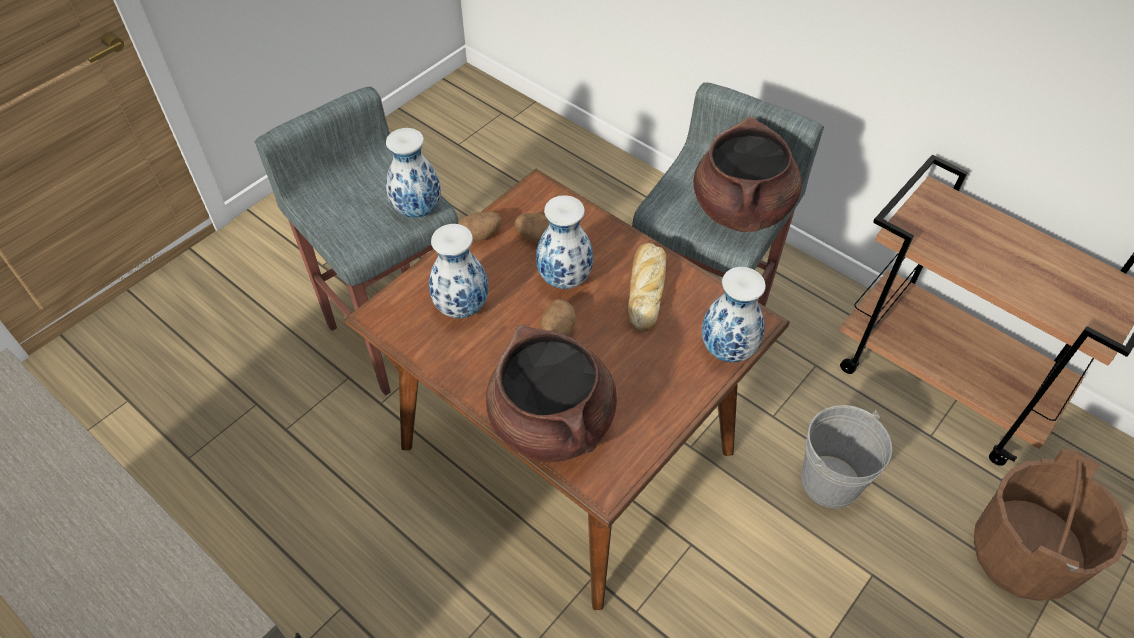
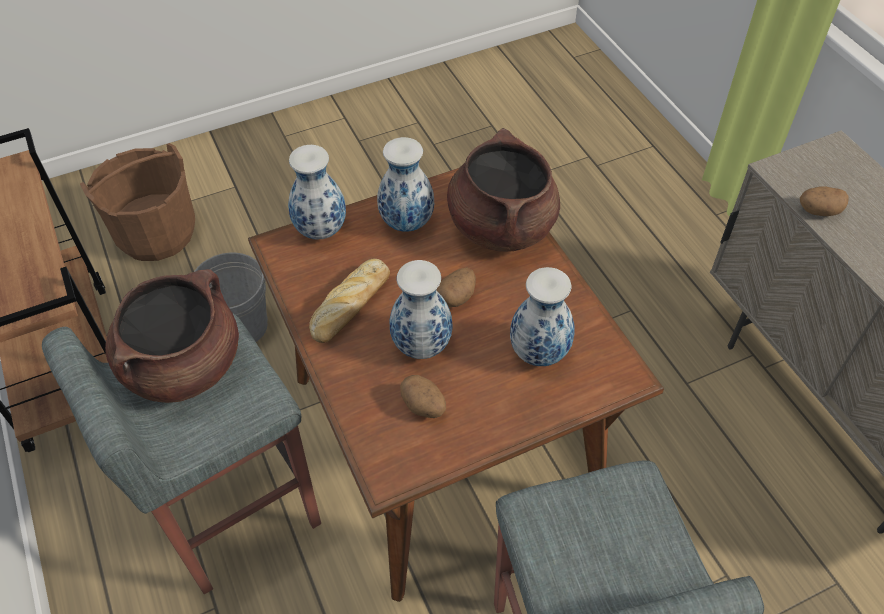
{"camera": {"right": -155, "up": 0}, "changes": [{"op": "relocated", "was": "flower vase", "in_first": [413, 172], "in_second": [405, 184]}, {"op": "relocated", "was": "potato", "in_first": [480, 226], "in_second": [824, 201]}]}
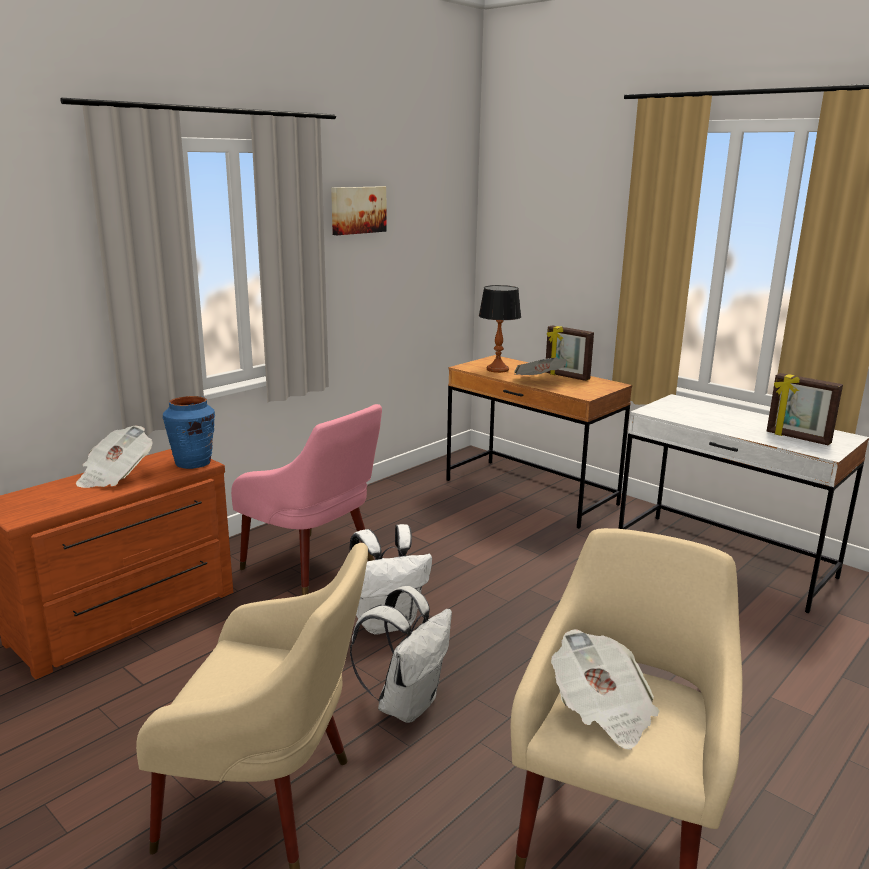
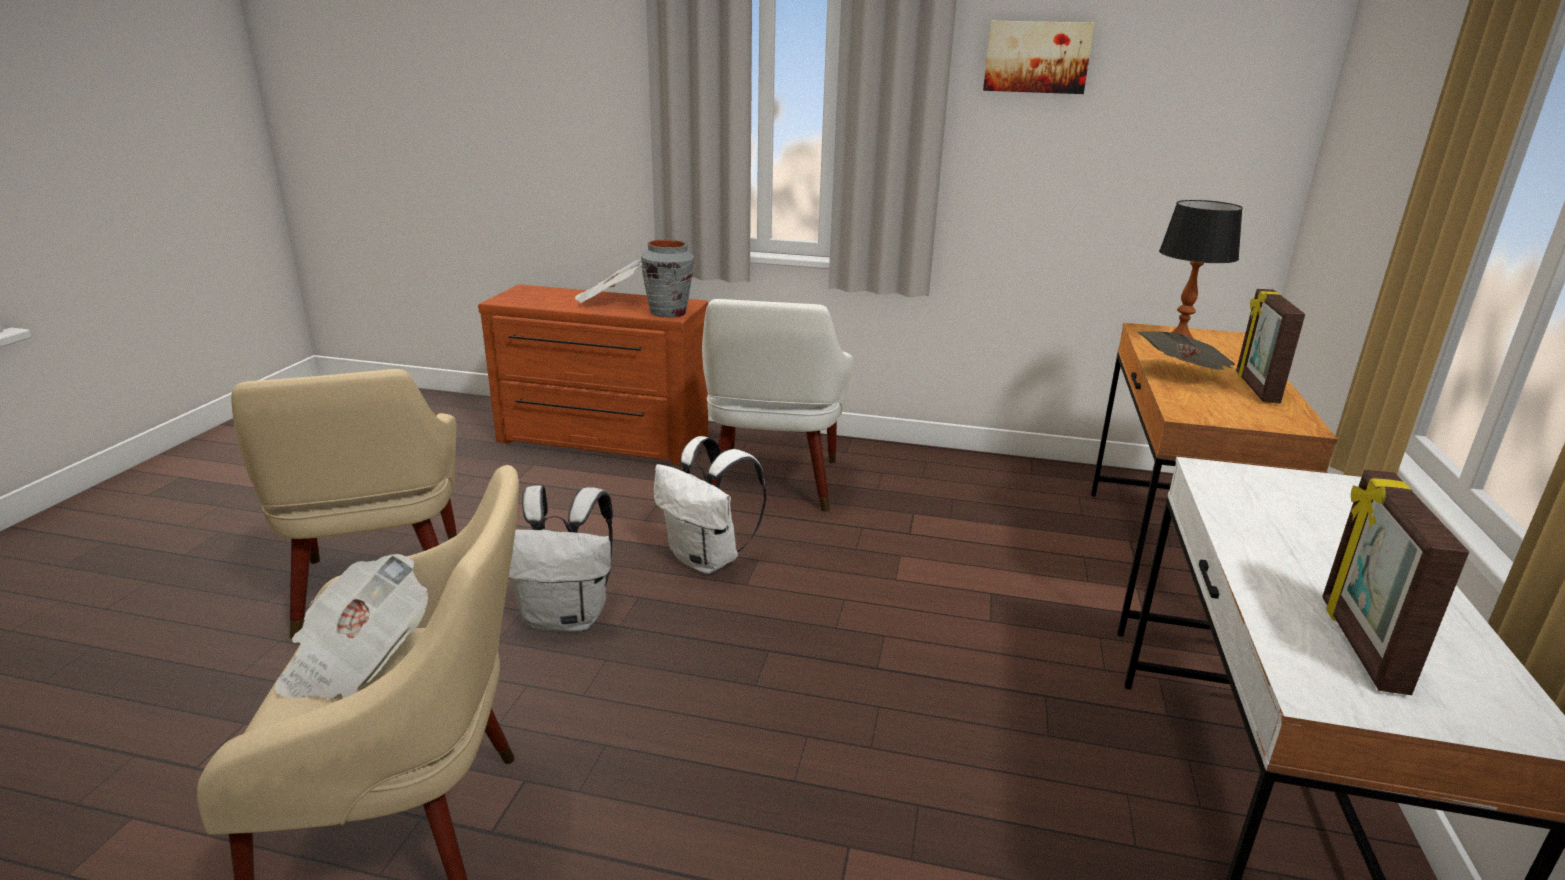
{"camera": {"right": 60, "up": 5}, "changes": [{"op": "colour", "was": "blue-coloured flower vase", "now": "gray flower vase", "in_first": [189, 432], "in_second": [667, 278]}, {"op": "colour", "was": "pinkish easy chair", "now": "white easy chair", "in_first": [306, 499], "in_second": [777, 405]}]}
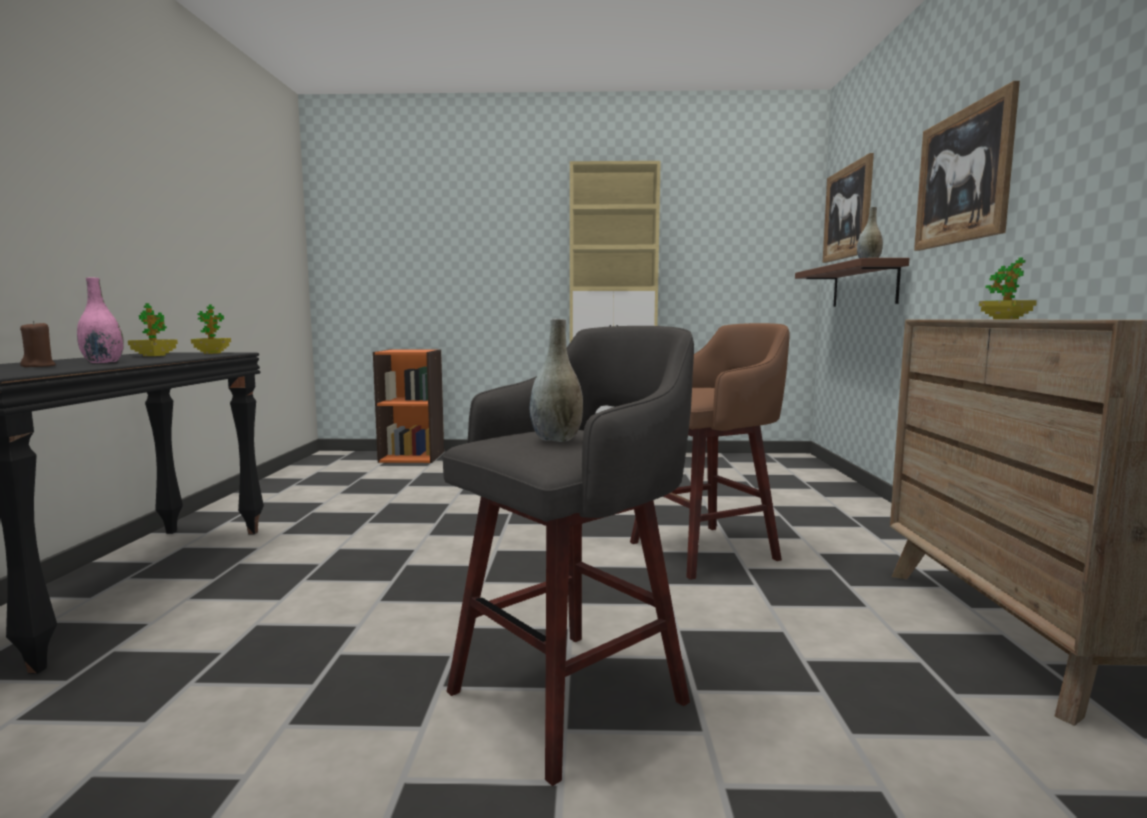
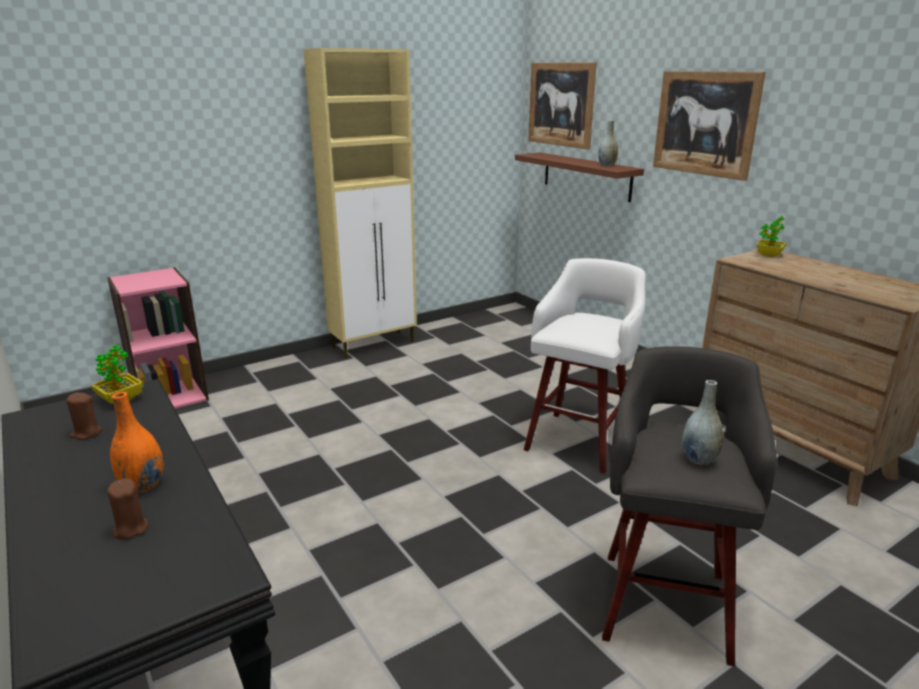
{"camera": {"right": -35, "up": 15}, "changes": [{"op": "colour", "was": "pinkish flower vase", "now": "orange flower vase", "in_first": [100, 320], "in_second": [137, 442]}, {"op": "exchanged", "was": "plant in a pot", "now": "brownish wax candle", "in_first": [153, 329], "in_second": [84, 416]}, {"op": "colour", "was": "orange shelving unit", "now": "pinkish shelving unit", "in_first": [408, 406], "in_second": [158, 337]}, {"op": "colour", "was": "brownish sitting stool", "now": "white sitting stool", "in_first": [710, 451], "in_second": [585, 366]}]}
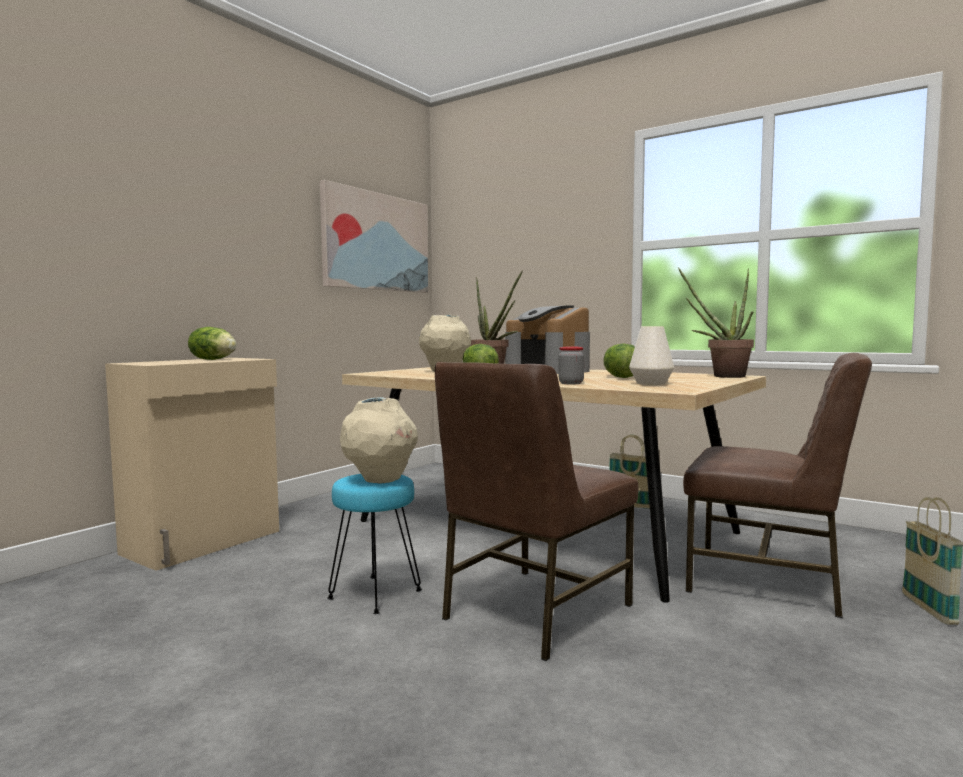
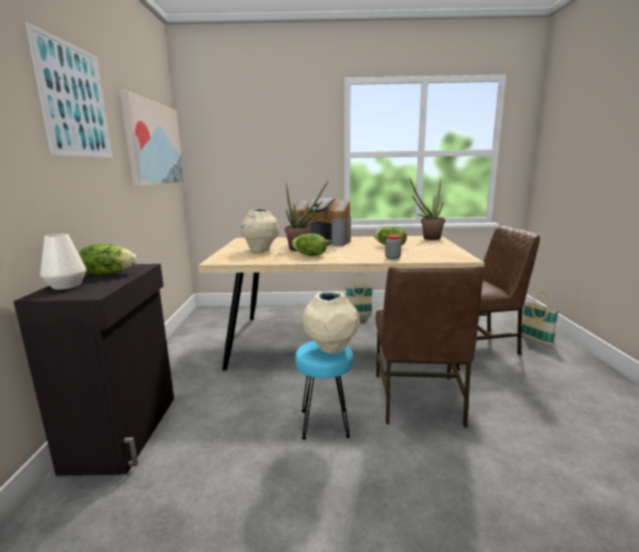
{"camera": {"right": -35, "up": 10}, "changes": [{"op": "colour", "was": "beige cabinet", "now": "black cabinet", "in_first": [192, 464], "in_second": [93, 370]}, {"op": "relocated", "was": "white flower vase", "in_first": [651, 355], "in_second": [63, 262]}, {"op": "appeared", "now": "picture", "in_second": [69, 90]}]}
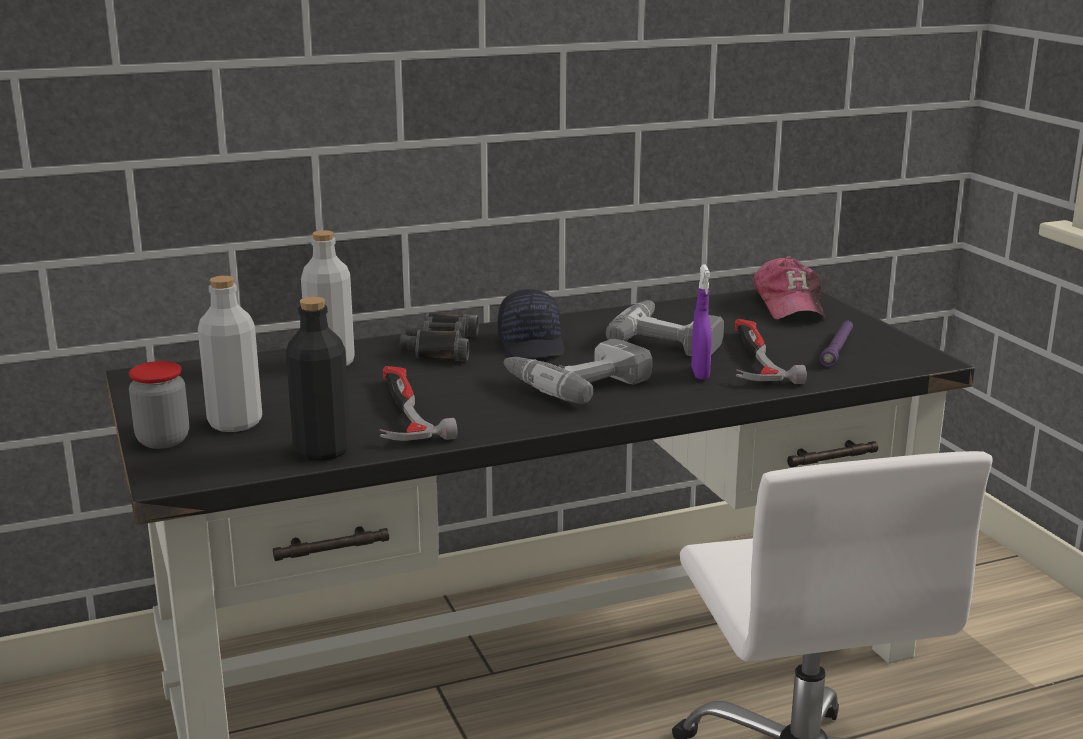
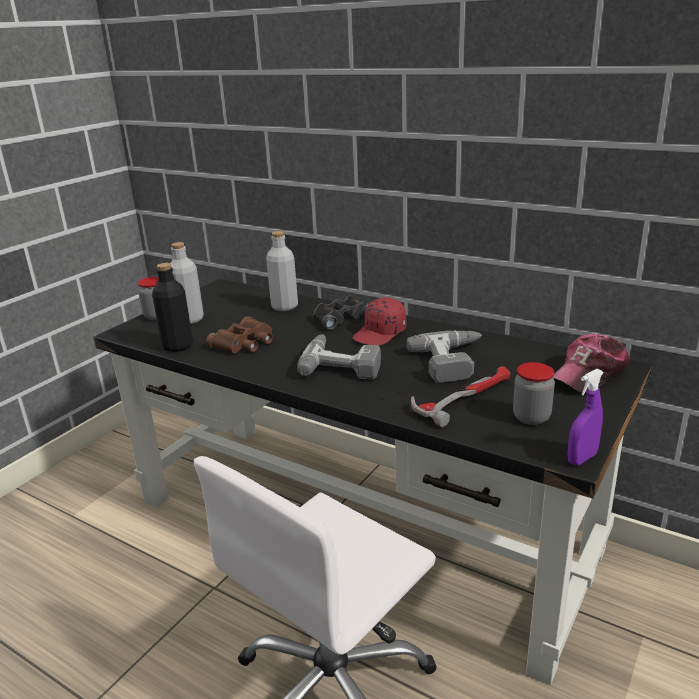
{"camera": {"right": 55, "up": 5}, "changes": [{"op": "exchanged", "was": "hand hammer", "now": "brownish binoculars", "in_first": [418, 403], "in_second": [239, 334]}, {"op": "colour", "was": "black peaked cap", "now": "red peaked cap", "in_first": [531, 323], "in_second": [379, 321]}, {"op": "relocated", "was": "purplish sprayer", "in_first": [701, 322], "in_second": [585, 417]}, {"op": "exchanged", "was": "purplish torch", "now": "storage jar", "in_first": [836, 344], "in_second": [534, 393]}]}
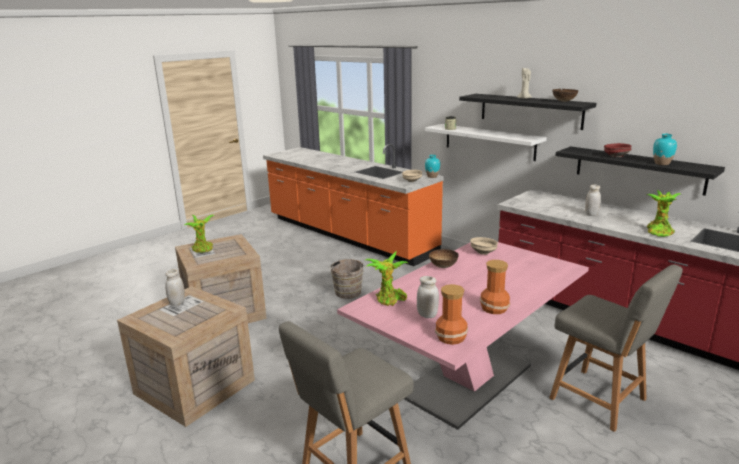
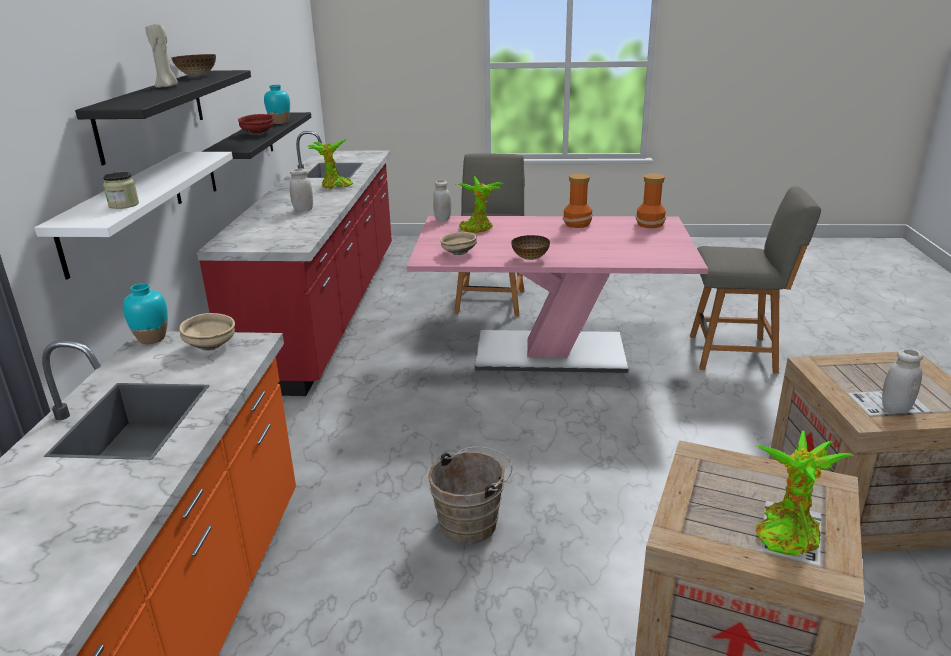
{"camera": {"right": -130, "up": 5}, "changes": [{"op": "relocated", "was": "plant in a pot", "in_first": [386, 278], "in_second": [480, 204]}, {"op": "relocated", "was": "white storage jar", "in_first": [428, 297], "in_second": [442, 200]}]}
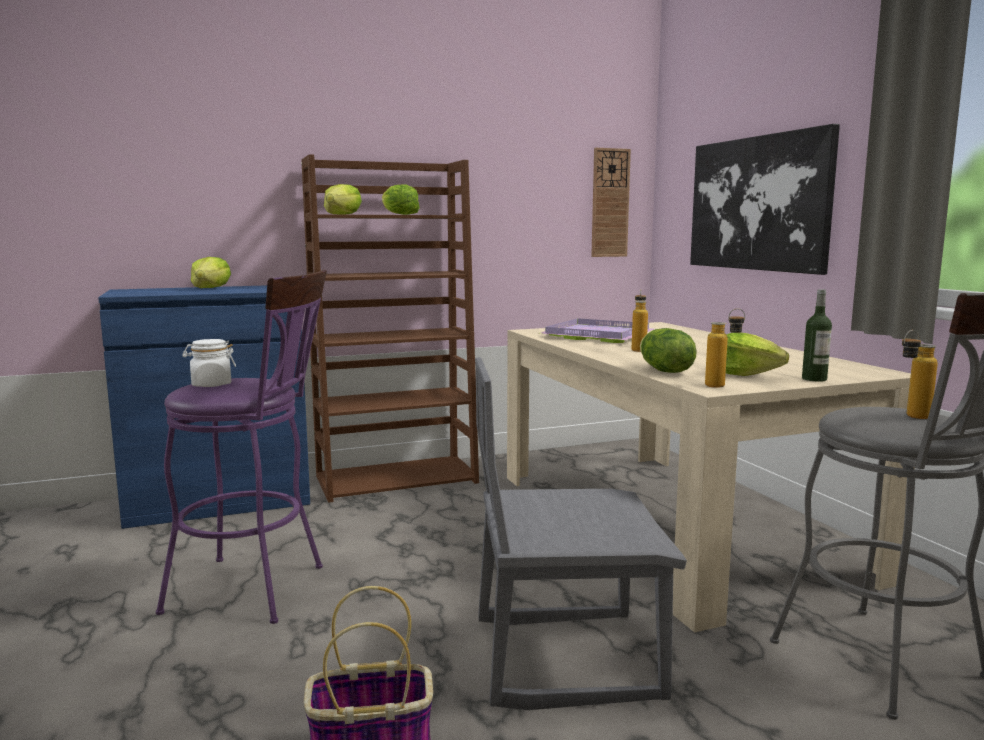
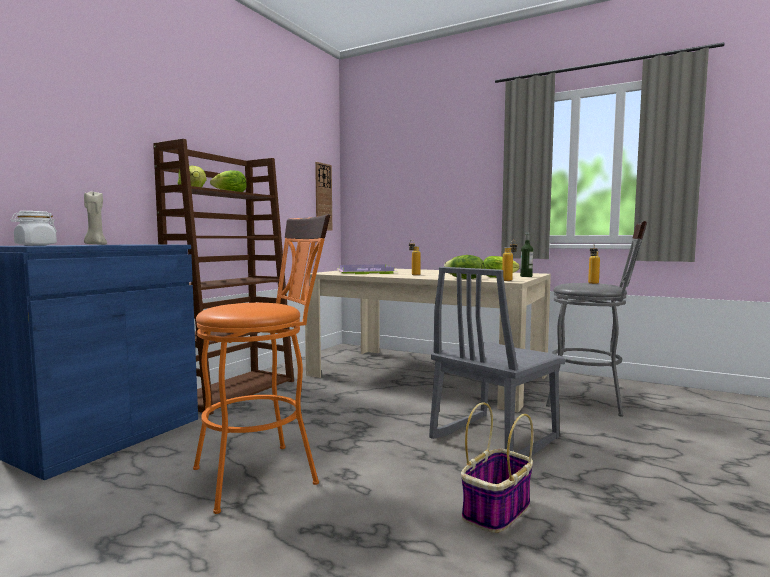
{"camera": {"right": -40, "up": -5}, "changes": [{"op": "colour", "was": "purplish sitting stool", "now": "orange sitting stool", "in_first": [241, 447], "in_second": [261, 364]}, {"op": "relocated", "was": "white storage jar", "in_first": [209, 363], "in_second": [34, 228]}, {"op": "exchanged", "was": "lettuce head", "now": "beige wax candle", "in_first": [211, 272], "in_second": [95, 218]}, {"op": "missing", "was": "picture", "in_first": [765, 199]}]}
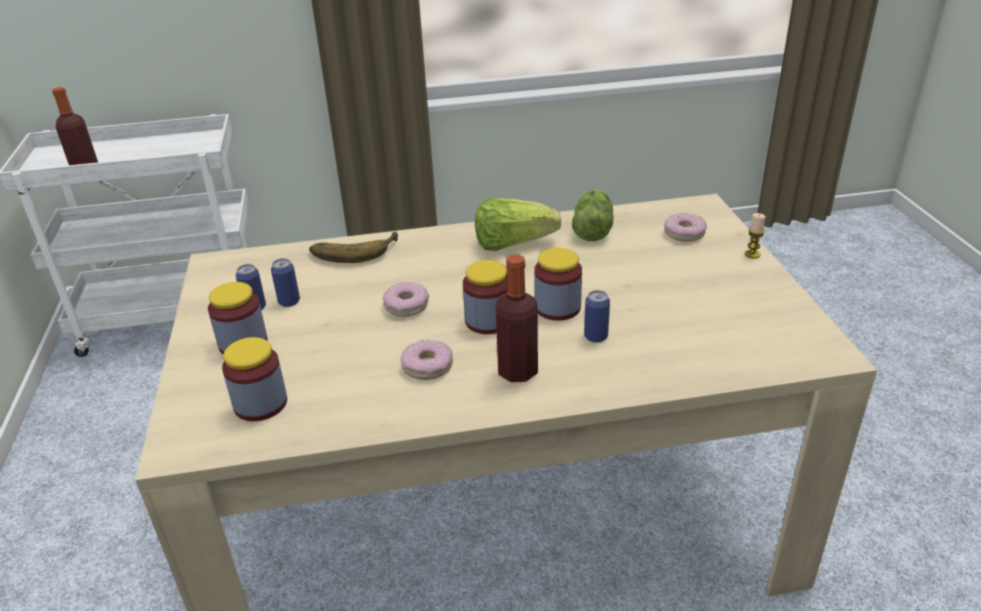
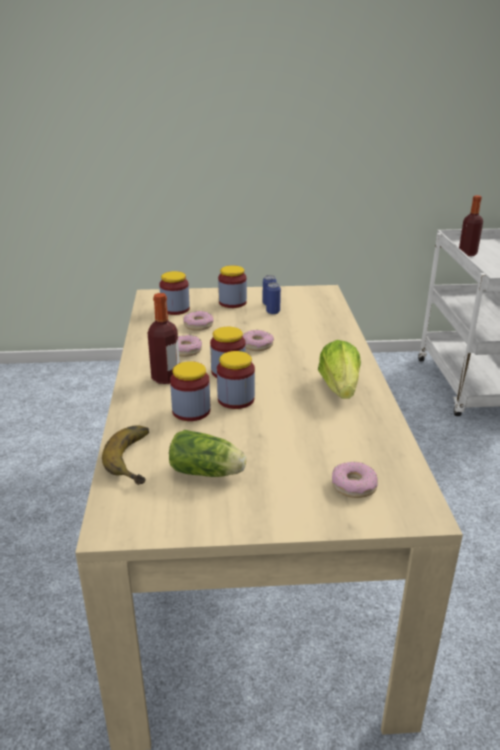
{"camera": {"right": 95, "up": -5}, "changes": [{"op": "relocated", "was": "banana fruit", "in_first": [353, 247], "in_second": [125, 455]}, {"op": "relocated", "was": "lettuce head", "in_first": [593, 215], "in_second": [207, 453]}, {"op": "exchanged", "was": "metal can", "now": "storage jar", "in_first": [597, 316], "in_second": [190, 391]}, {"op": "missing", "was": "wax candle", "in_first": [755, 236]}, {"op": "appeared", "now": "ring doughnut", "in_second": [198, 321]}]}
